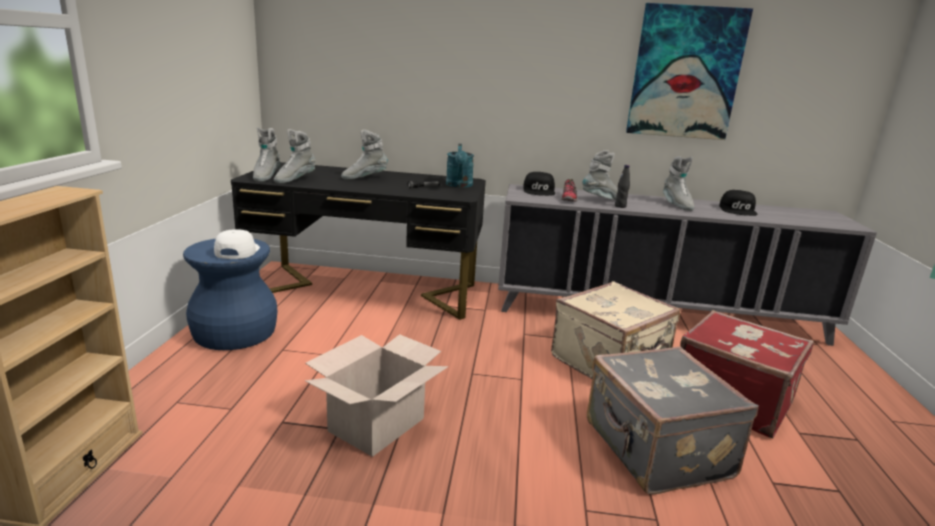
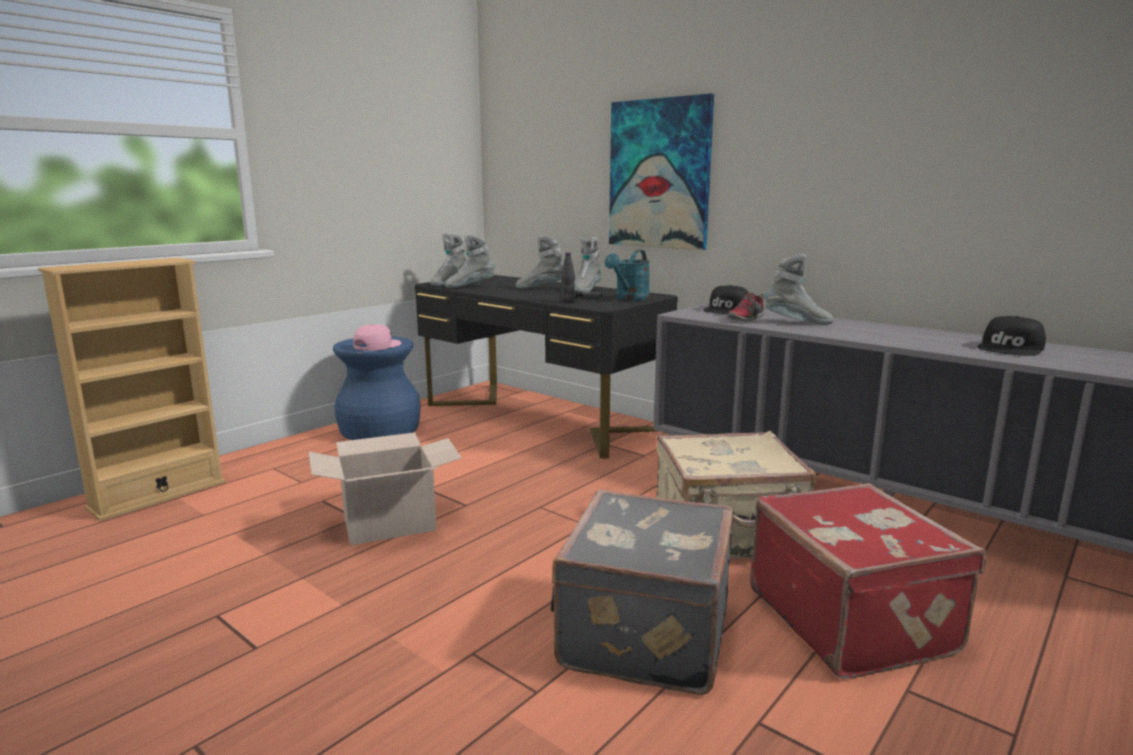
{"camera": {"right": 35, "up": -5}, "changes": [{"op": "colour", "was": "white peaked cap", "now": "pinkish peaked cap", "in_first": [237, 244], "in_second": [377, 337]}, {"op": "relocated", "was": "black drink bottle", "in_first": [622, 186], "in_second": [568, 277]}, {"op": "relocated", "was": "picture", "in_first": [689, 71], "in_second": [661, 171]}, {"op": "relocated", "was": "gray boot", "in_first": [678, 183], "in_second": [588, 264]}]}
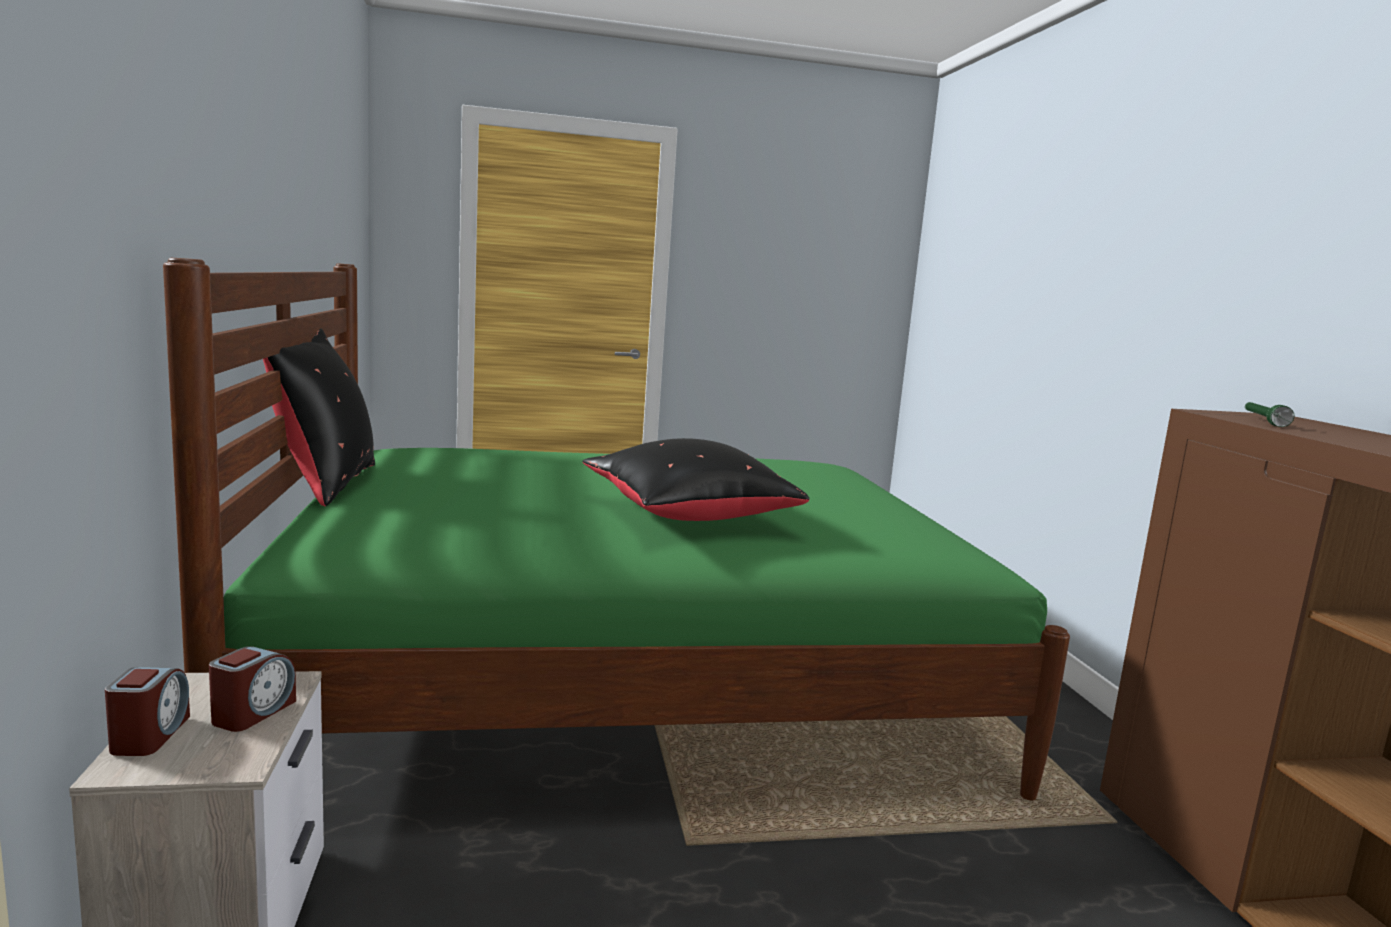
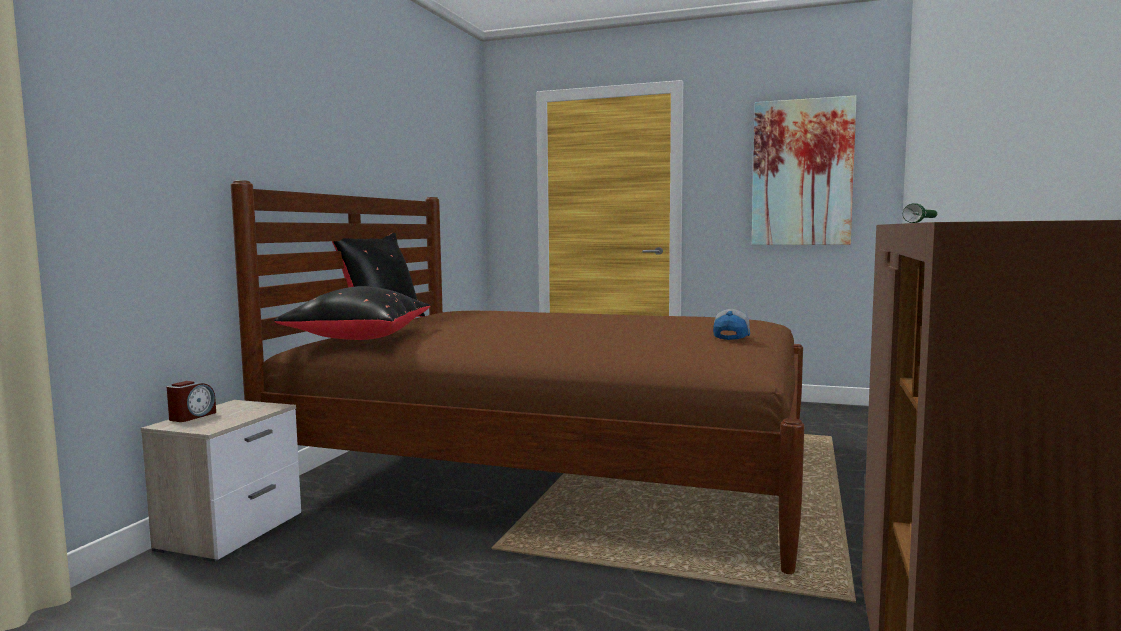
{"camera": {"right": 30, "up": -5}, "changes": [{"op": "colour", "was": "greenish bed", "now": "brownish bed", "in_first": [616, 529], "in_second": [517, 377]}, {"op": "missing", "was": "alarm clock", "in_first": [252, 689]}, {"op": "relocated", "was": "black pillow", "in_first": [695, 479], "in_second": [352, 313]}, {"op": "appeared", "now": "peaked cap", "in_second": [731, 324]}, {"op": "appeared", "now": "picture", "in_second": [804, 170]}]}
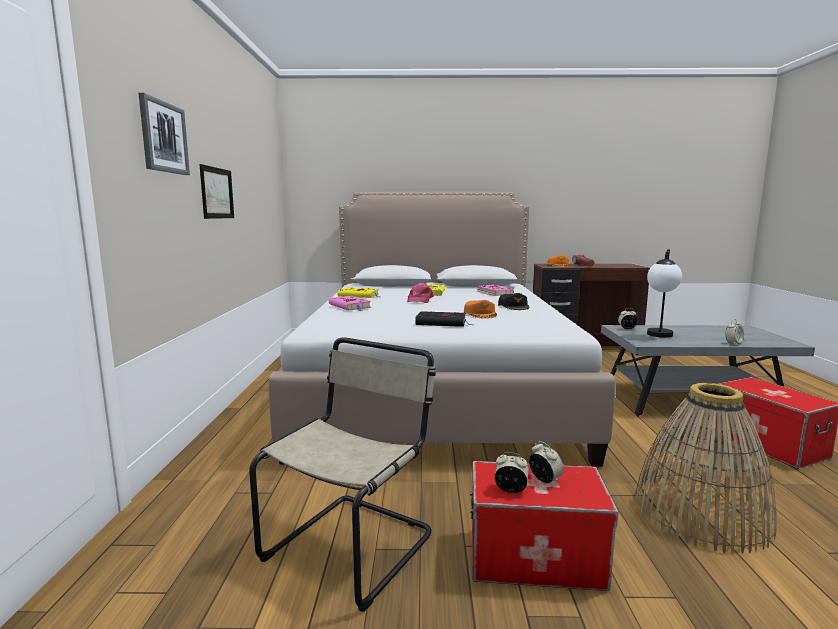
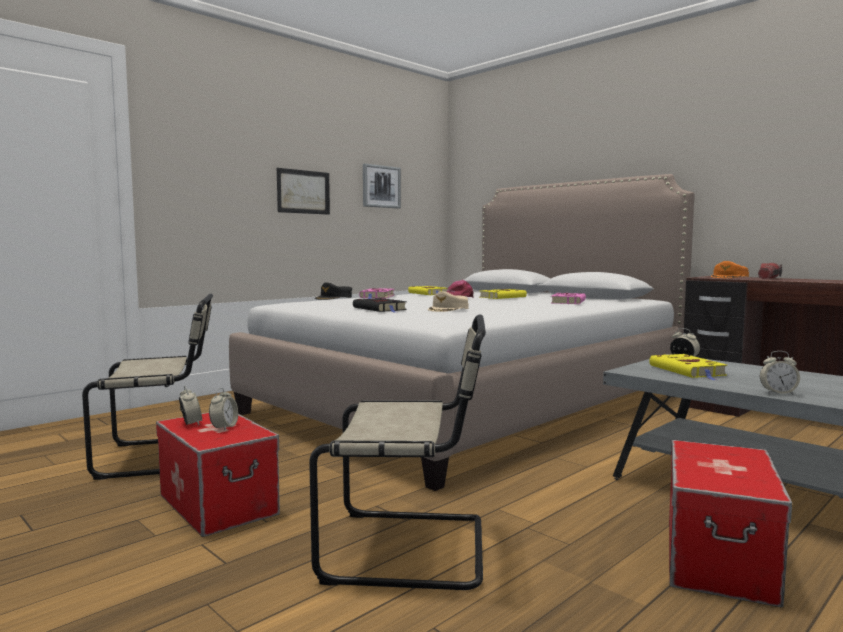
{"camera": {"right": 45, "up": -5}, "changes": [{"op": "relocated", "was": "picture", "in_first": [164, 134], "in_second": [382, 186]}, {"op": "colour", "was": "orange peaked cap", "now": "beige peaked cap", "in_first": [480, 309], "in_second": [448, 301]}, {"op": "relocated", "was": "black peaked cap", "in_first": [514, 301], "in_second": [333, 291]}, {"op": "exchanged", "was": "basket", "now": "beige chair", "in_first": [706, 468], "in_second": [397, 452]}, {"op": "exchanged", "was": "tabletop lamp", "now": "yellow book", "in_first": [664, 293], "in_second": [688, 367]}]}
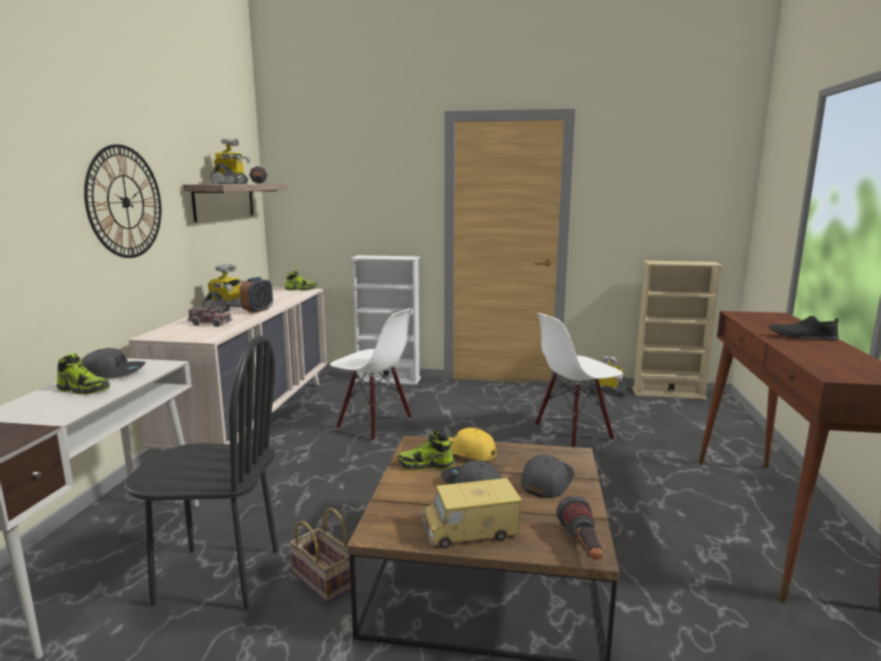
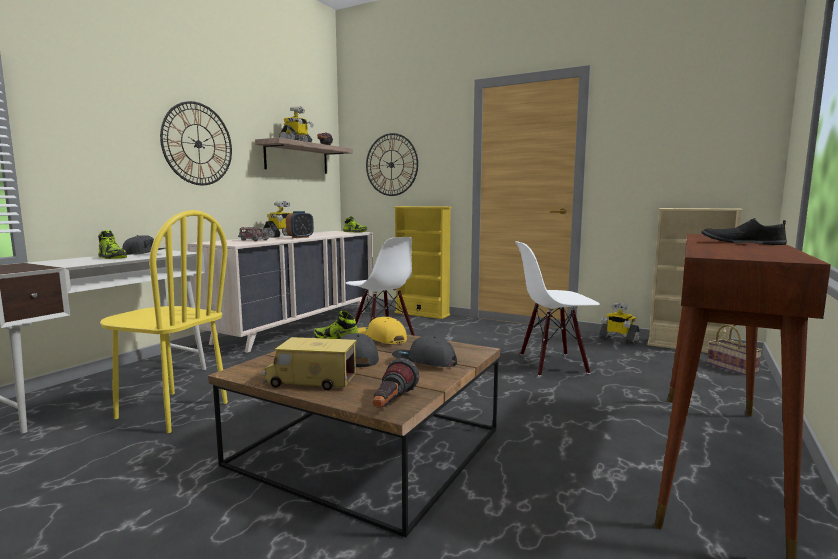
{"camera": {"right": 20, "up": -5}, "changes": [{"op": "colour", "was": "black chair", "now": "yellow chair", "in_first": [201, 473], "in_second": [164, 321]}, {"op": "relocated", "was": "basket", "in_first": [320, 555], "in_second": [734, 349]}, {"op": "colour", "was": "white shelving unit", "now": "yellow shelving unit", "in_first": [385, 320], "in_second": [422, 262]}, {"op": "spun", "was": "gray peaked cap", "in_first": [548, 476], "in_second": [424, 351], "clockwise": -120}, {"op": "appeared", "now": "wall clock", "in_second": [392, 164]}]}
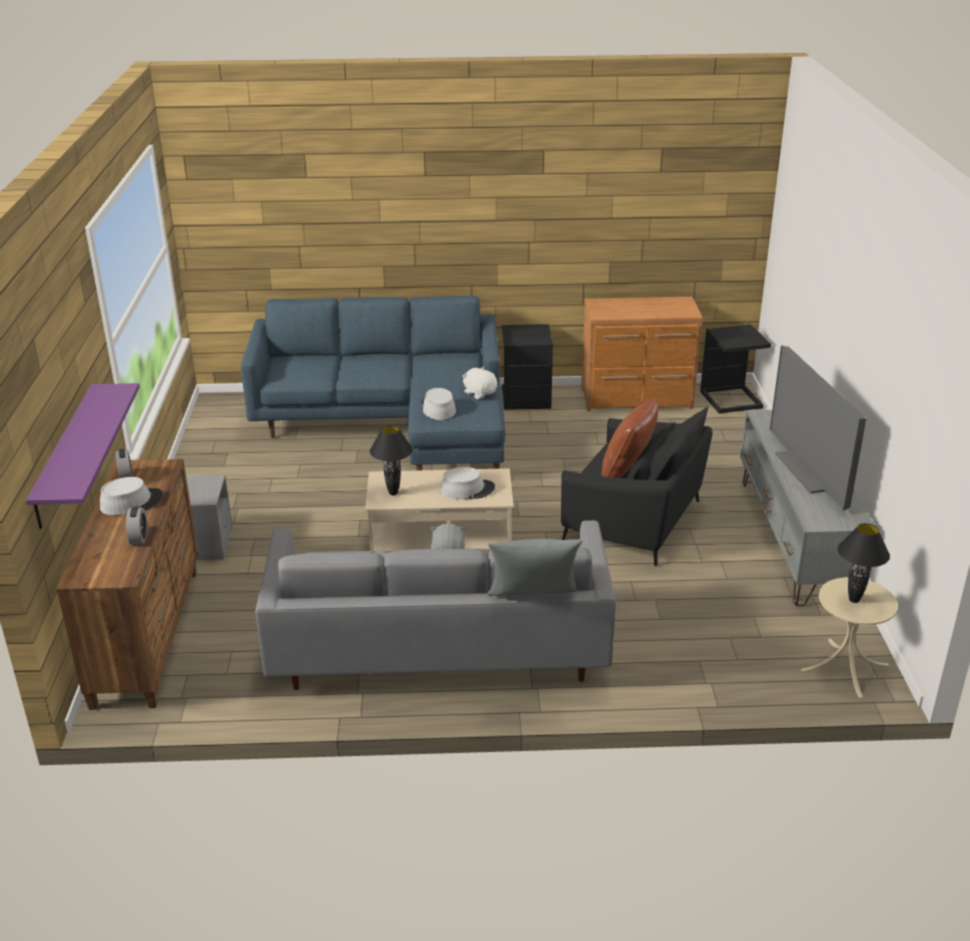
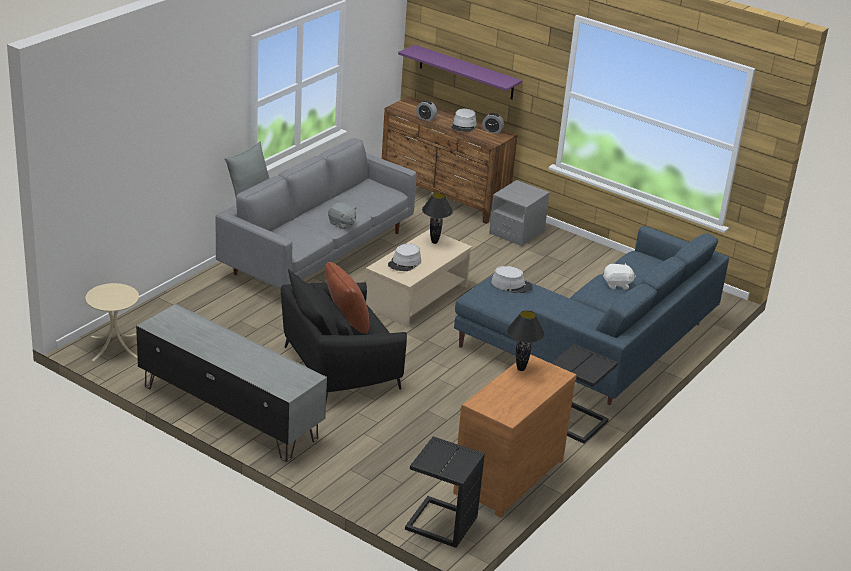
{"camera": {"right": 125, "up": 0}, "changes": [{"op": "relocated", "was": "white soft toy", "in_first": [479, 383], "in_second": [619, 276]}, {"op": "missing", "was": "TV set", "in_first": [818, 428]}, {"op": "relocated", "was": "black tabletop lamp", "in_first": [863, 563], "in_second": [526, 340]}]}
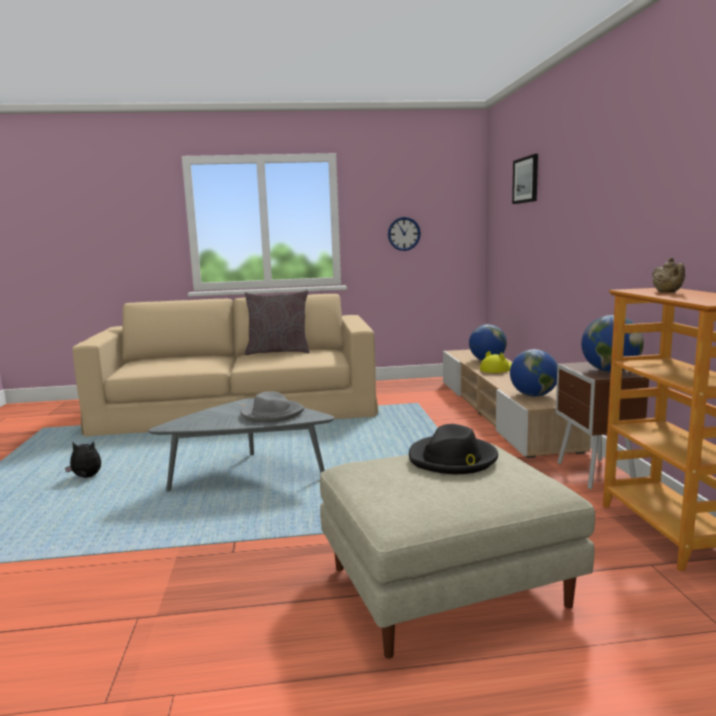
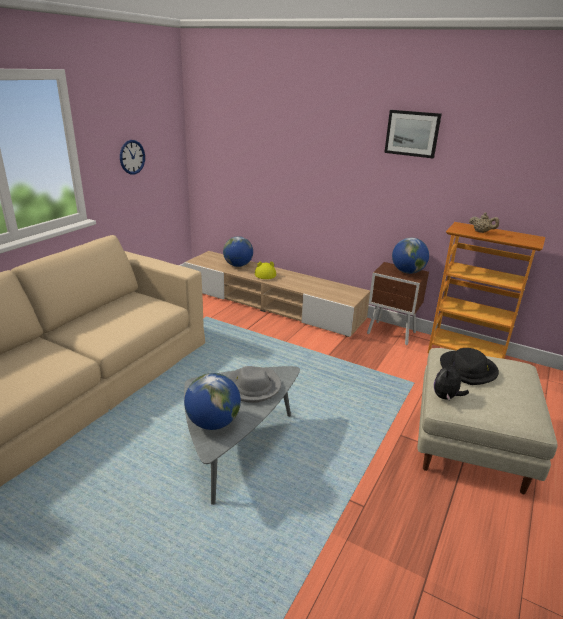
{"camera": {"right": -55, "up": 15}, "changes": [{"op": "relocated", "was": "soft toy", "in_first": [83, 460], "in_second": [451, 380]}, {"op": "missing", "was": "gray pillow", "in_first": [277, 322]}, {"op": "relocated", "was": "desk globe", "in_first": [533, 373], "in_second": [212, 401]}, {"op": "relocated", "was": "picture", "in_first": [525, 179], "in_second": [413, 134]}]}
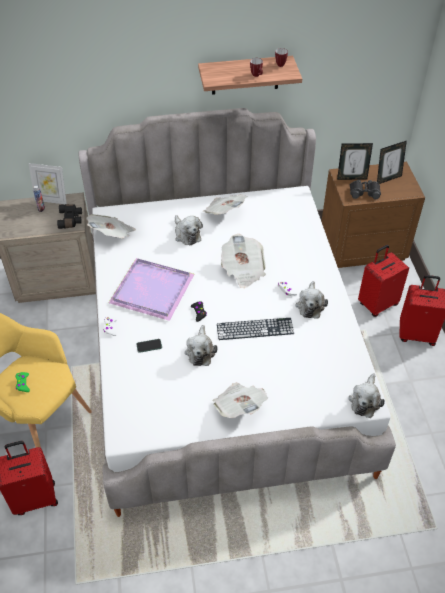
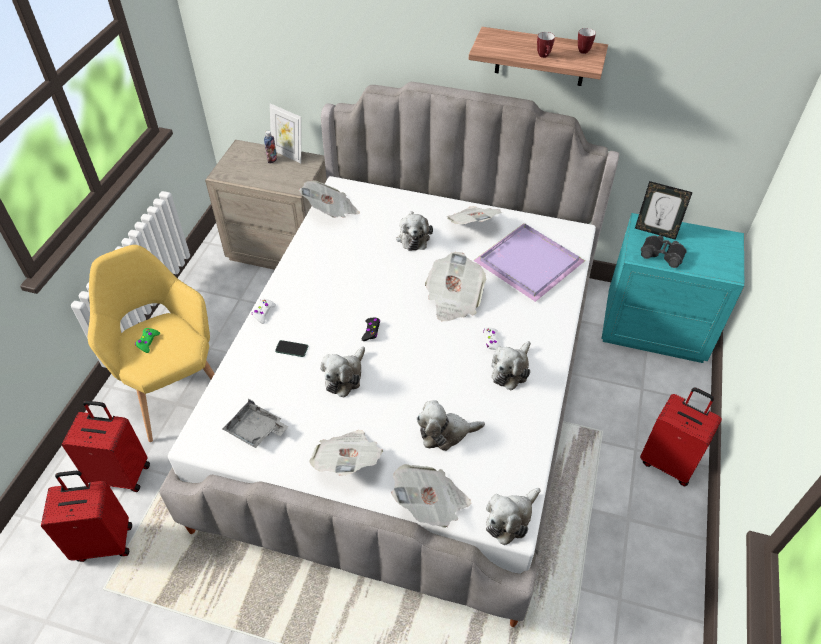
{"camera": {"right": 25, "up": 0}, "changes": [{"op": "missing", "was": "black binoculars", "in_first": [69, 216]}, {"op": "relocated", "was": "purplish tray", "in_first": [151, 289], "in_second": [529, 263]}, {"op": "missing", "was": "computer keyboard", "in_first": [255, 329]}, {"op": "colour", "was": "brownish nightstand", "now": "blue-green nightstand", "in_first": [373, 215], "in_second": [672, 288]}, {"op": "relocated", "was": "red piece of luggage", "in_first": [383, 281], "in_second": [86, 516]}, {"op": "missing", "was": "standing frame", "in_first": [392, 162]}, {"op": "appeared", "now": "gray tray", "in_second": [255, 423]}, {"op": "appeared", "now": "printed paper", "in_second": [431, 496]}, {"op": "appeared", "now": "soft toy", "in_second": [450, 425]}]}
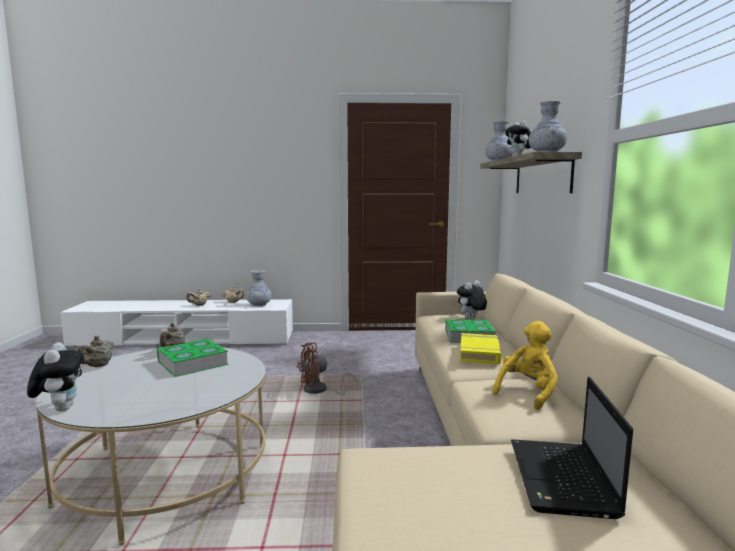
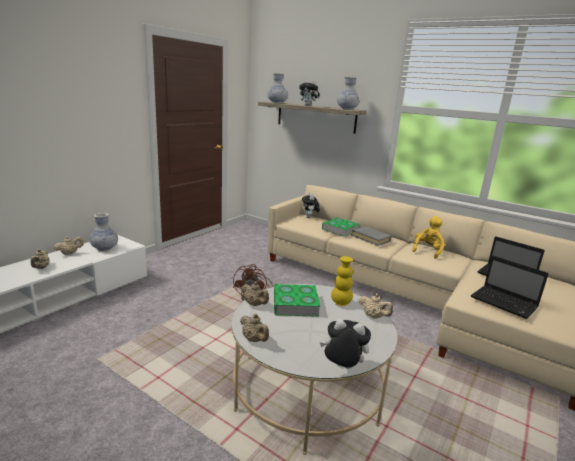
{"camera": {"right": -55, "up": 10}, "changes": [{"op": "colour", "was": "yellow book", "now": "gray book", "in_first": [480, 348], "in_second": [371, 236]}, {"op": "spun", "was": "yellow soft toy", "in_first": [525, 365], "in_second": [428, 237], "clockwise": 45}, {"op": "appeared", "now": "yellow flower vase", "in_second": [342, 281]}, {"op": "appeared", "now": "beige pot for tea", "in_second": [375, 306]}, {"op": "appeared", "now": "portable computer", "in_second": [510, 287]}]}
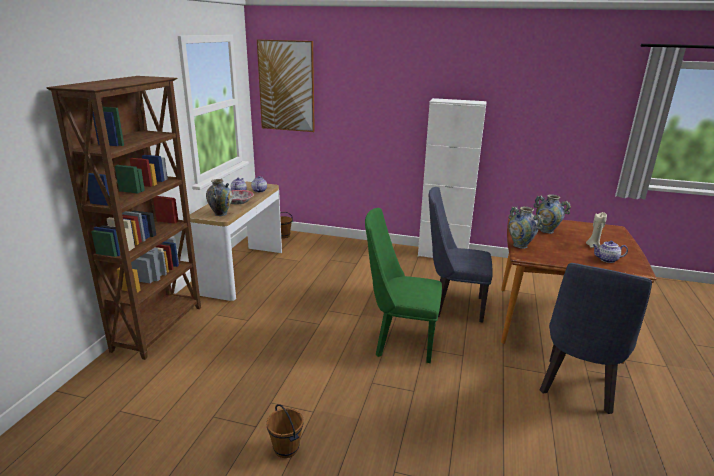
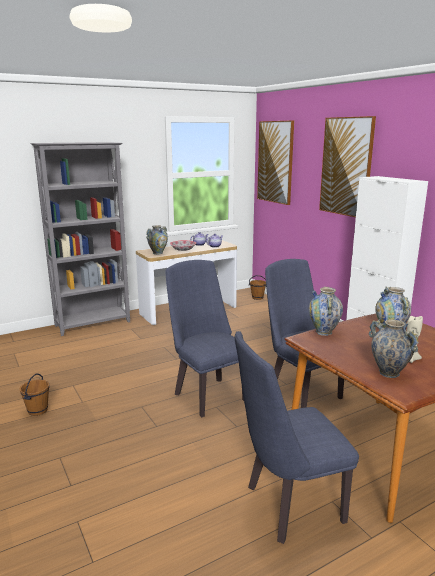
{"camera": {"right": 45, "up": -5}, "changes": [{"op": "colour", "was": "brownish shelving unit", "now": "gray shelving unit", "in_first": [123, 218], "in_second": [80, 239]}, {"op": "colour", "was": "greenish chair", "now": "blue-coloured chair", "in_first": [403, 285], "in_second": [205, 338]}, {"op": "exchanged", "was": "pot for tea", "now": "flower vase", "in_first": [610, 252], "in_second": [394, 348]}, {"op": "appeared", "now": "picture", "in_second": [347, 166]}]}
